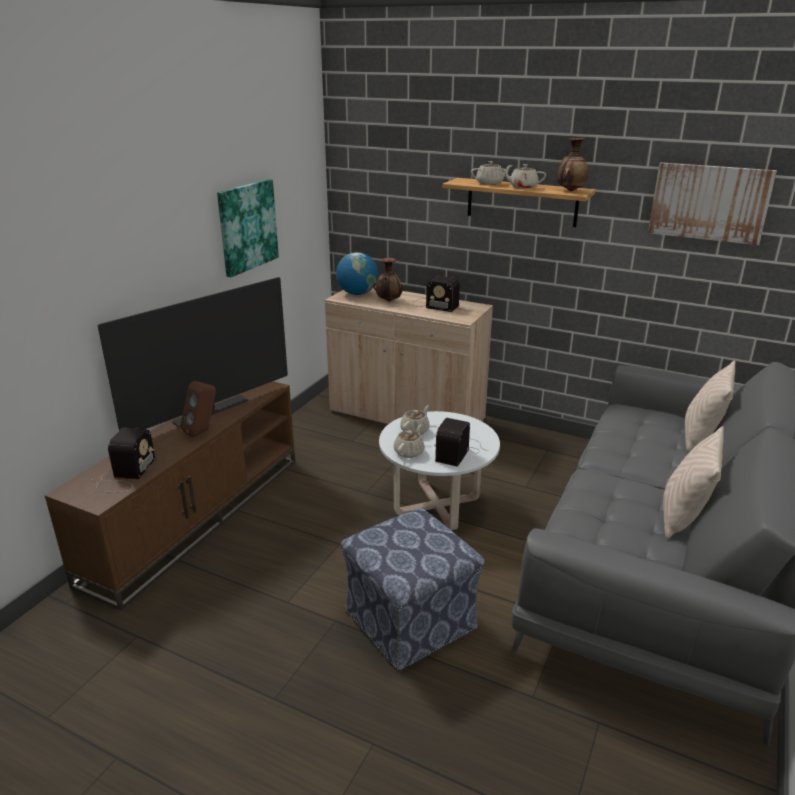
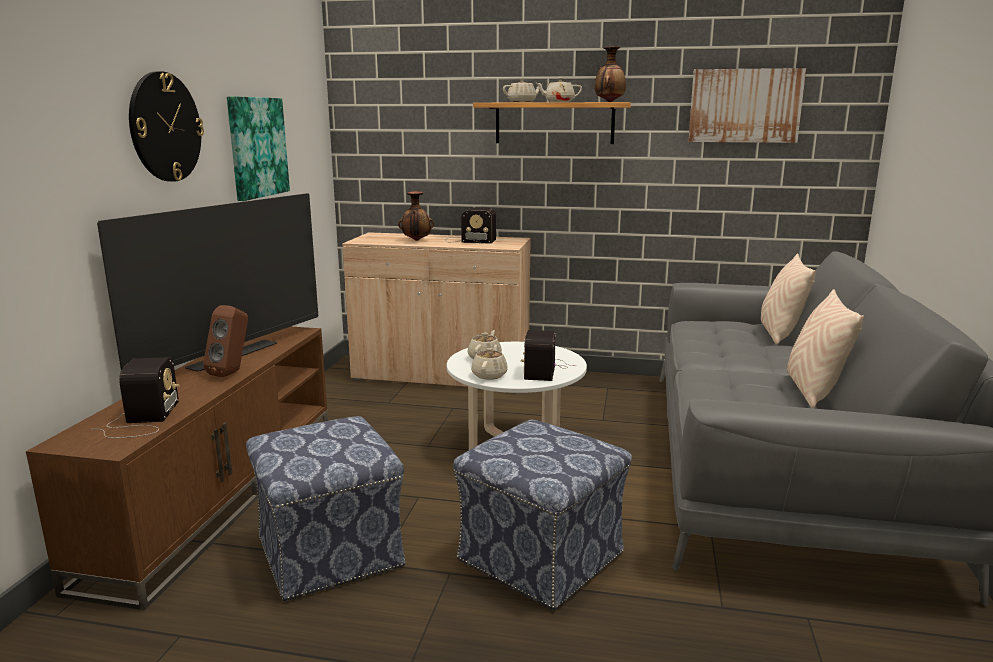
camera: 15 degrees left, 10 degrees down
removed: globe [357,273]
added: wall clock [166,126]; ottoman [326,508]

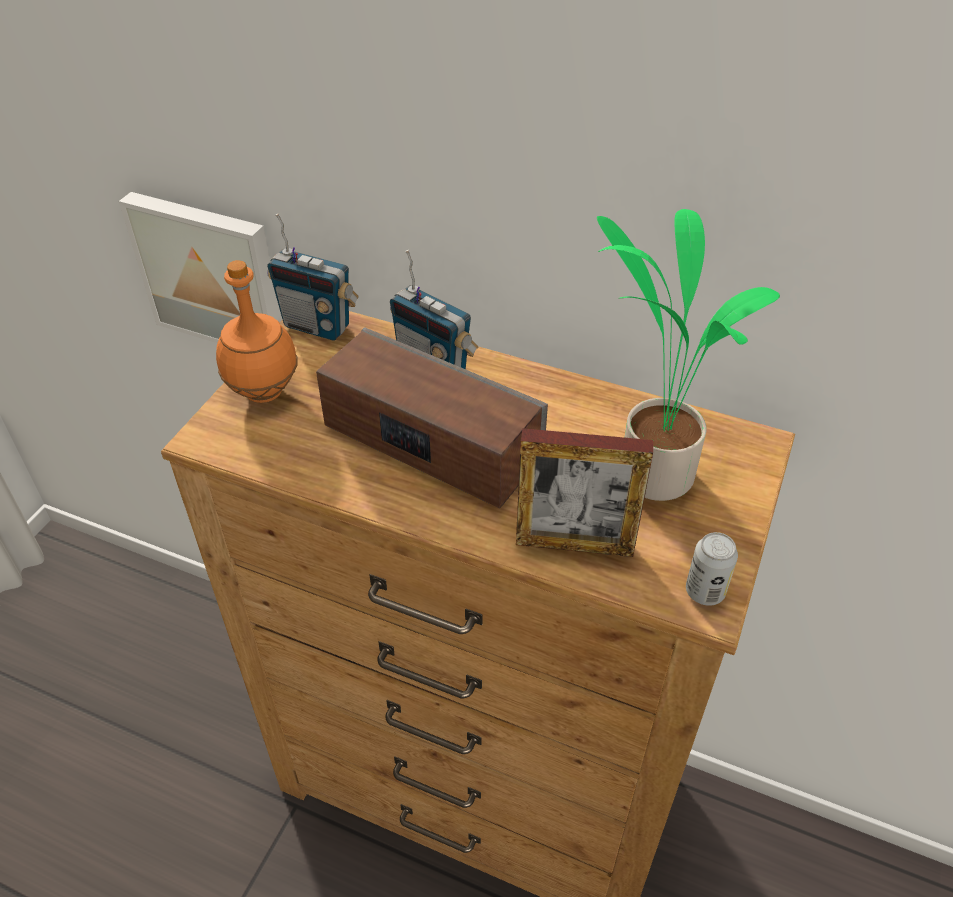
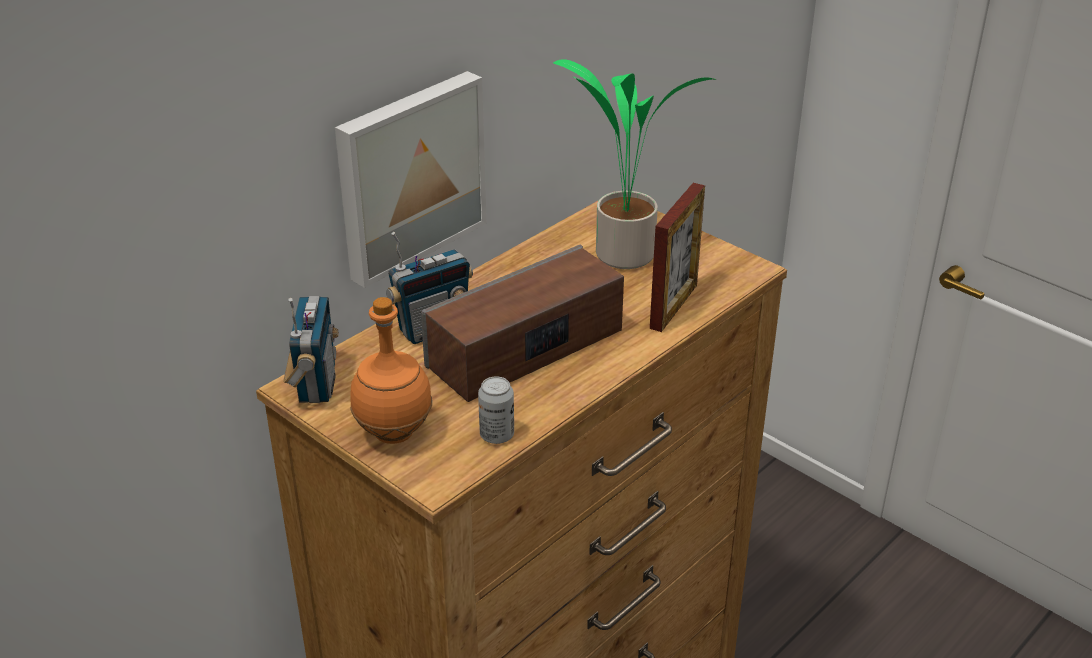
camera: 70 degrees left, 10 degrees down
moved: picture [200,267] to [411,179]; can [712,569] to [496,410]
turned: radio [313,277] = [311,349] 45 degrees counterclockwise

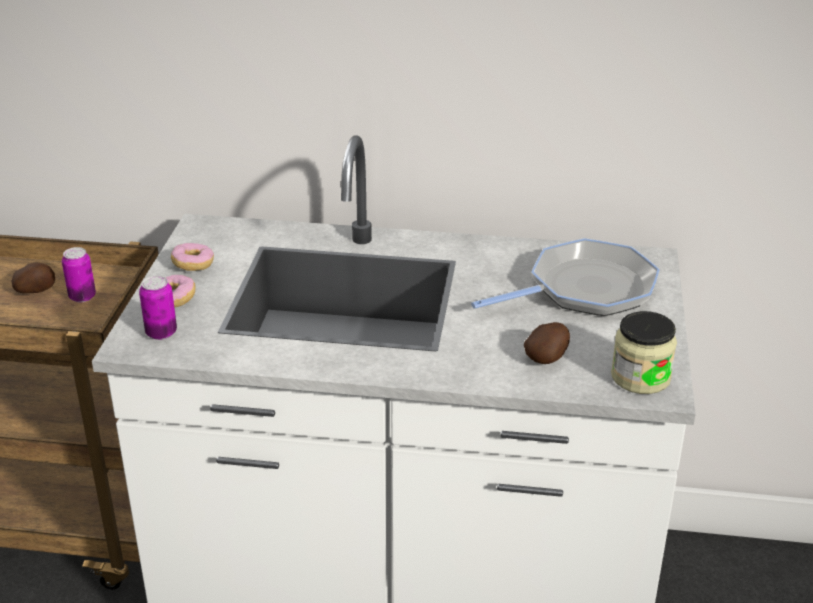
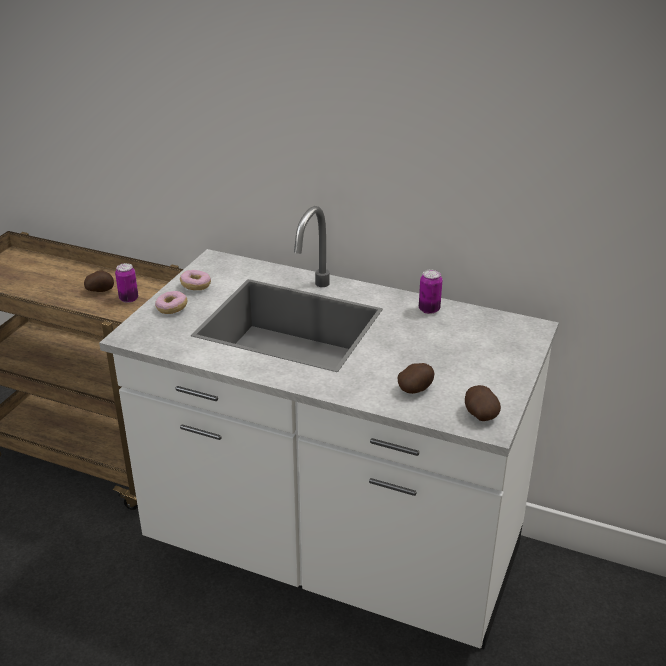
camera: 15 degrees right, 0 degrees up
removed: frying pan [565,277]
moved: can [158,308] to [430,292]
replaced: jar [644,352] to potato [483,403]

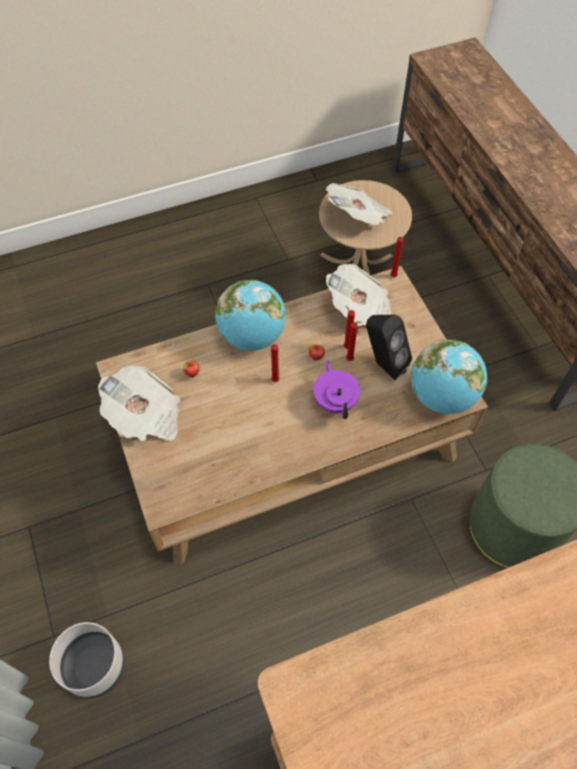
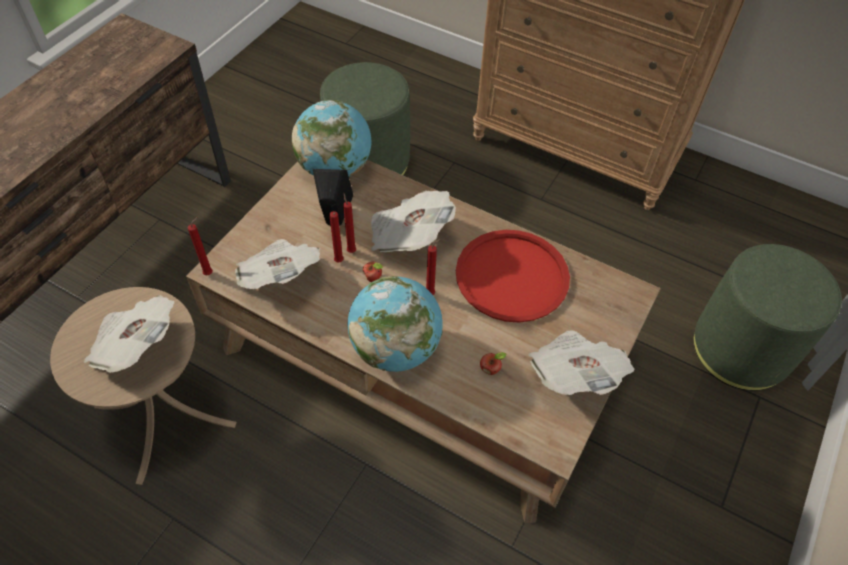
camera: 130 degrees left, 5 degrees down
added: red tray [513,276]
replaced: grey planter [87,660] to green ottoman [768,317]; purple teapot [337,389] to newspaper [413,221]

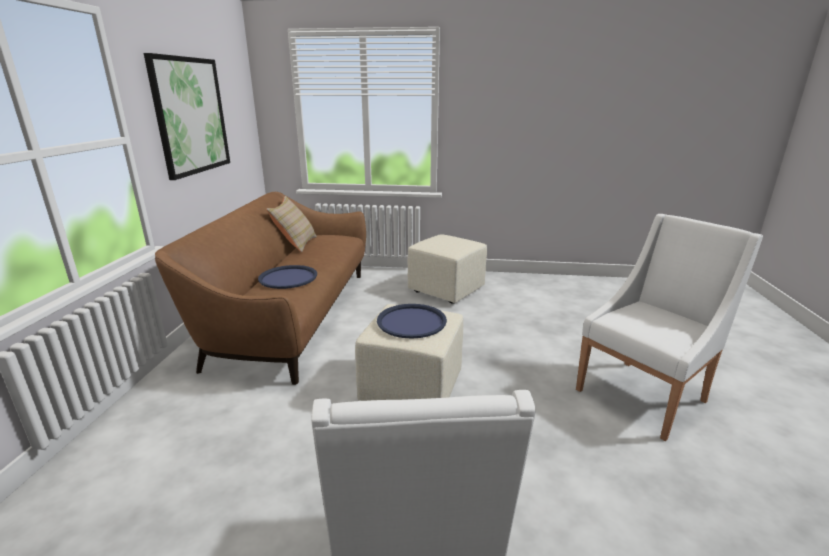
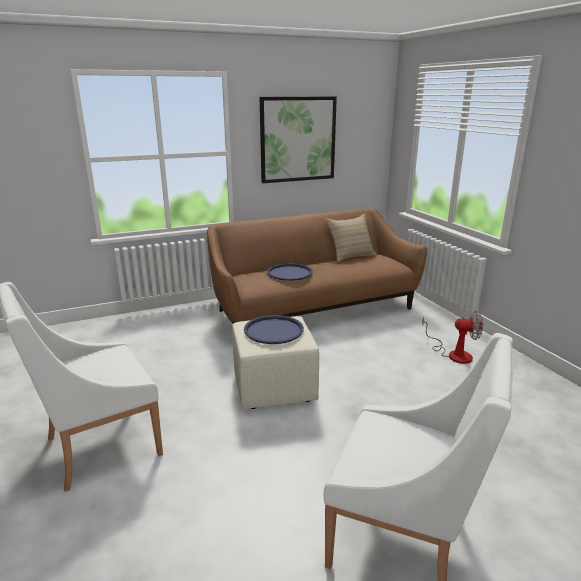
camera: 60 degrees right, 0 degrees up
replaced: beige ottoman [447,269] to fan [452,337]

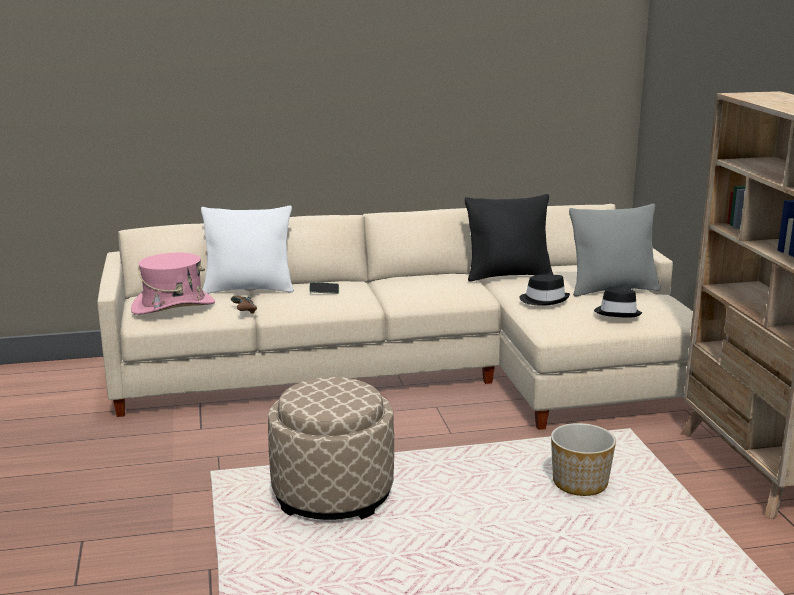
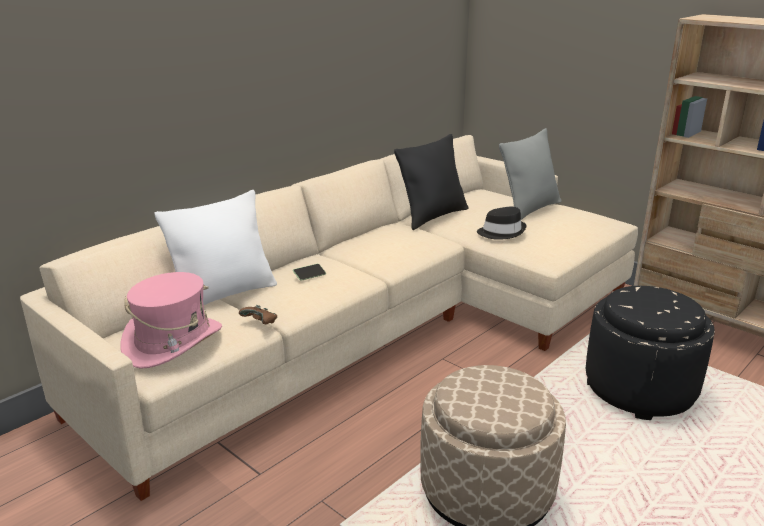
camera: 35 degrees left, 5 degrees up
removed: black hat [618,302]
replaced: planter [583,459] to black ottoman [650,353]

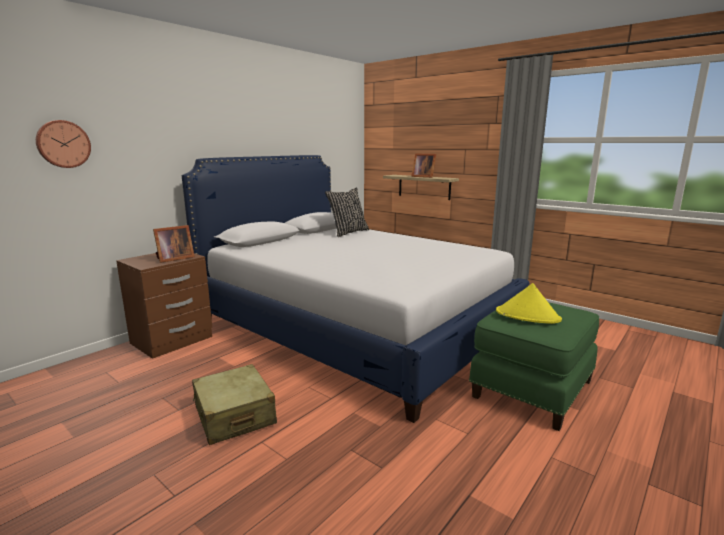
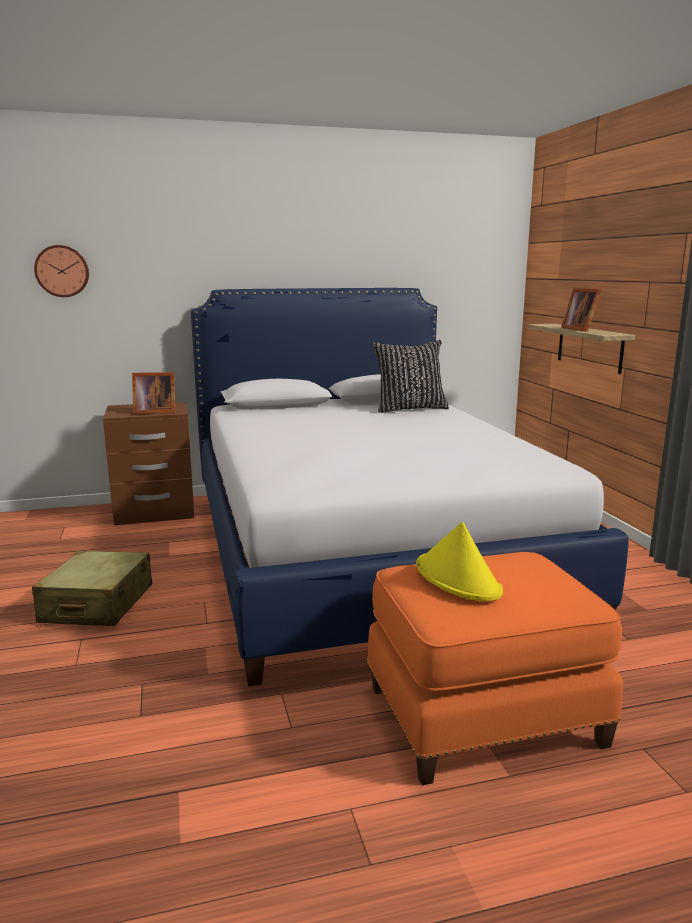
camera: 35 degrees right, 0 degrees up
recoloured: green ottoman [534,366] to orange ottoman [495,669]

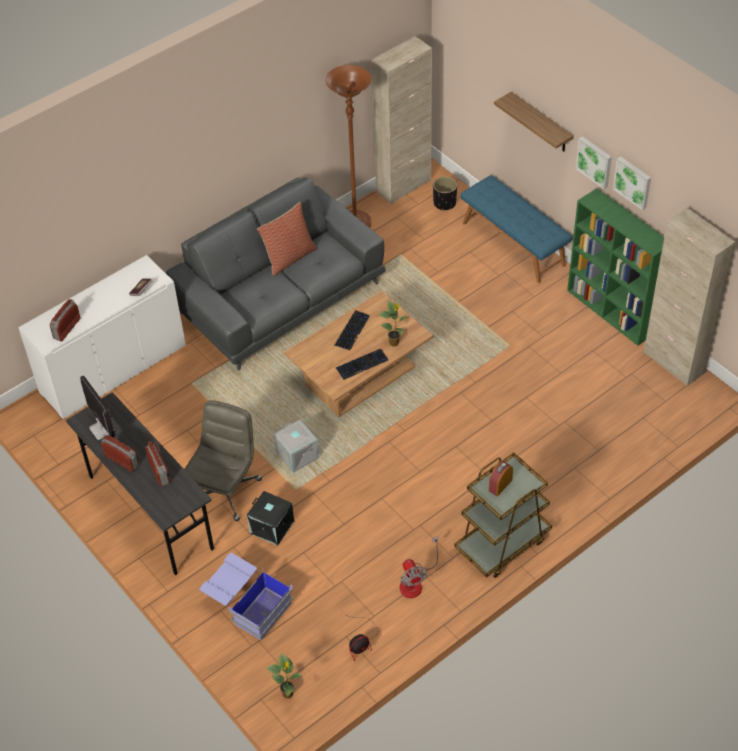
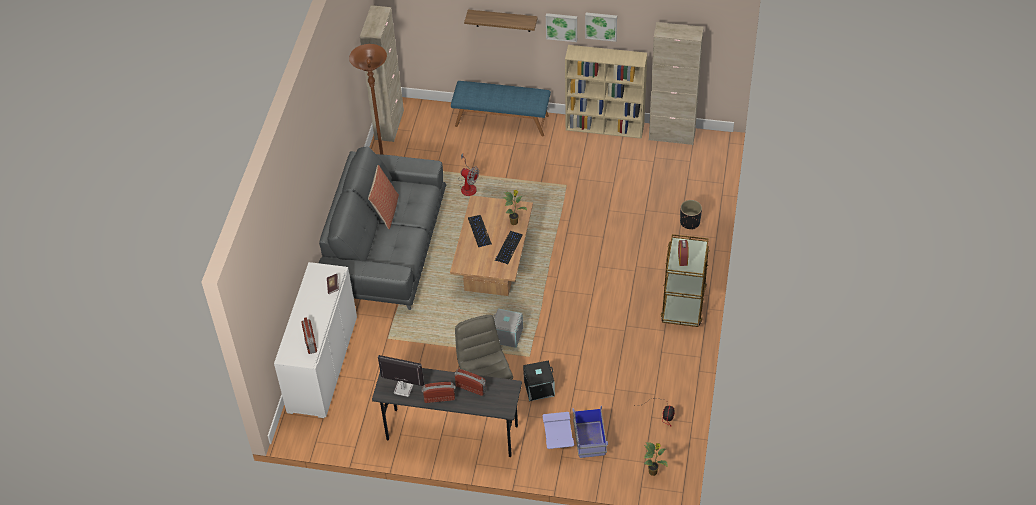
camera: 40 degrees left, 0 degrees up
moved: fan [419,567] to [468,174]; black planter [445,193] to [691,215]
recoloured: green bookcase [615,267] to beige bookcase [606,92]

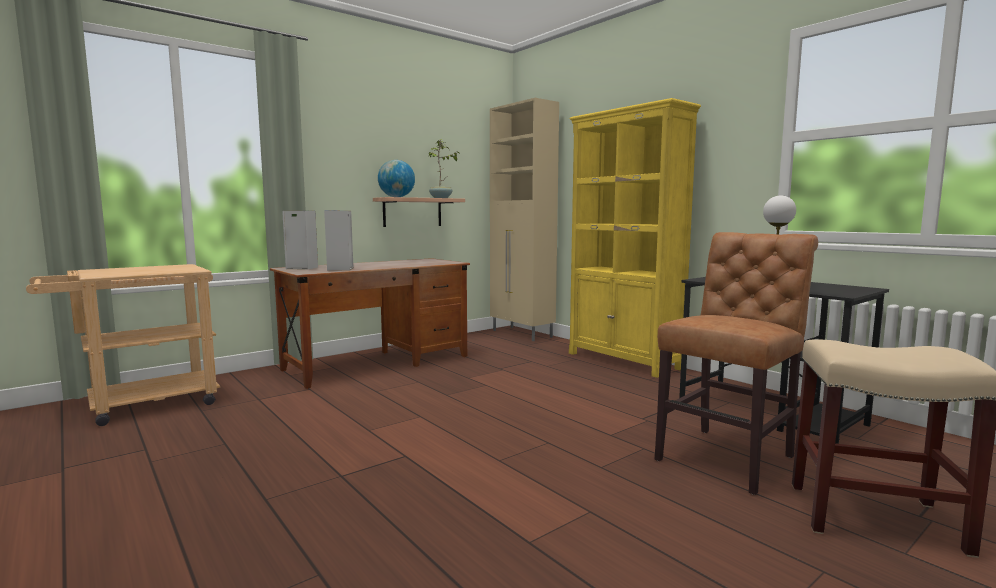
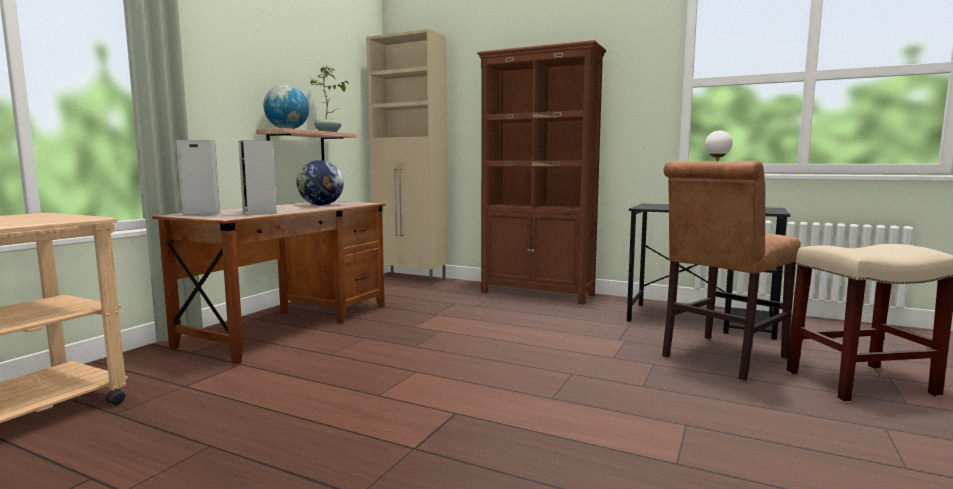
camera: 25 degrees left, 0 degrees up
added: globe [320,182]
recoloured: yellow bookcase [635,238] to brown bookcase [541,172]
turned: brown chair [736,363] = [731,271] 150 degrees counterclockwise

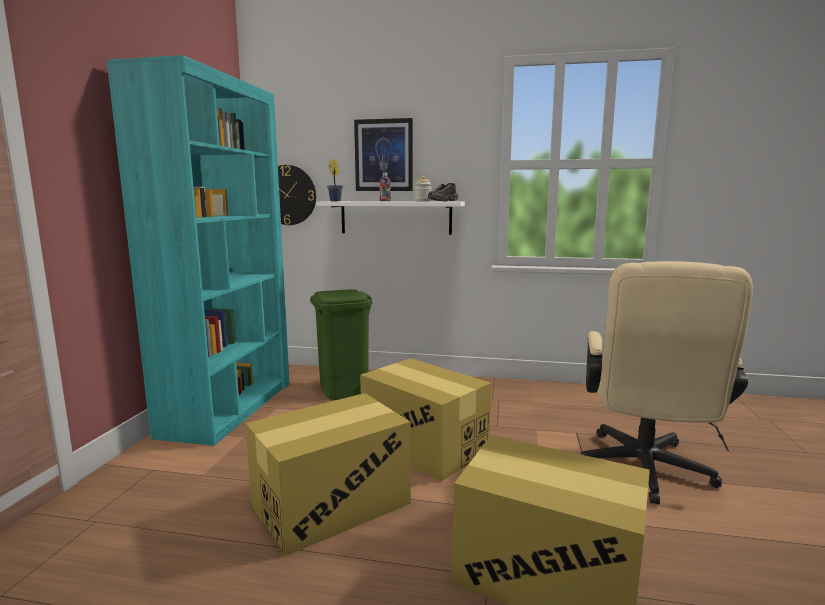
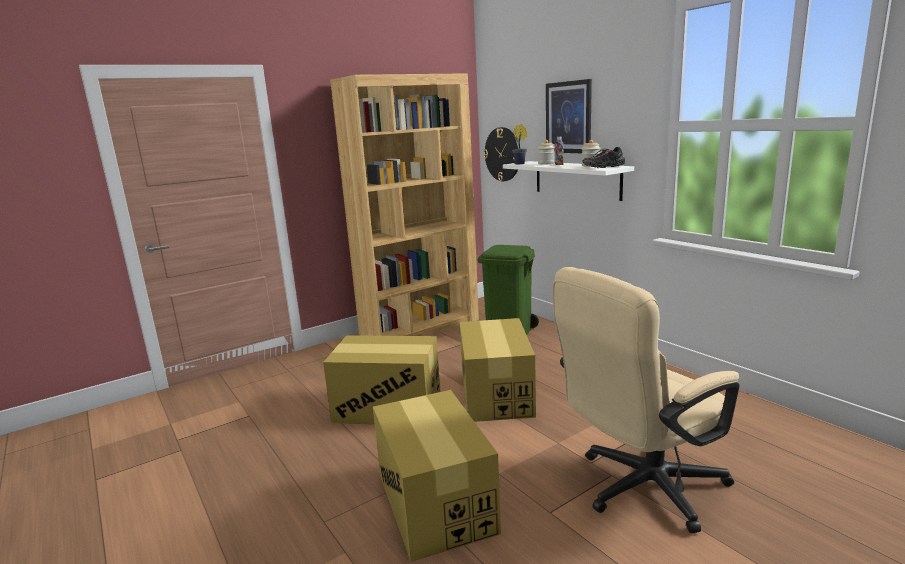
camera: 45 degrees right, 5 degrees up
added: jar [546,152]
recoloured: turquoise bookcase [198,250] to brown bookcase [404,204]

